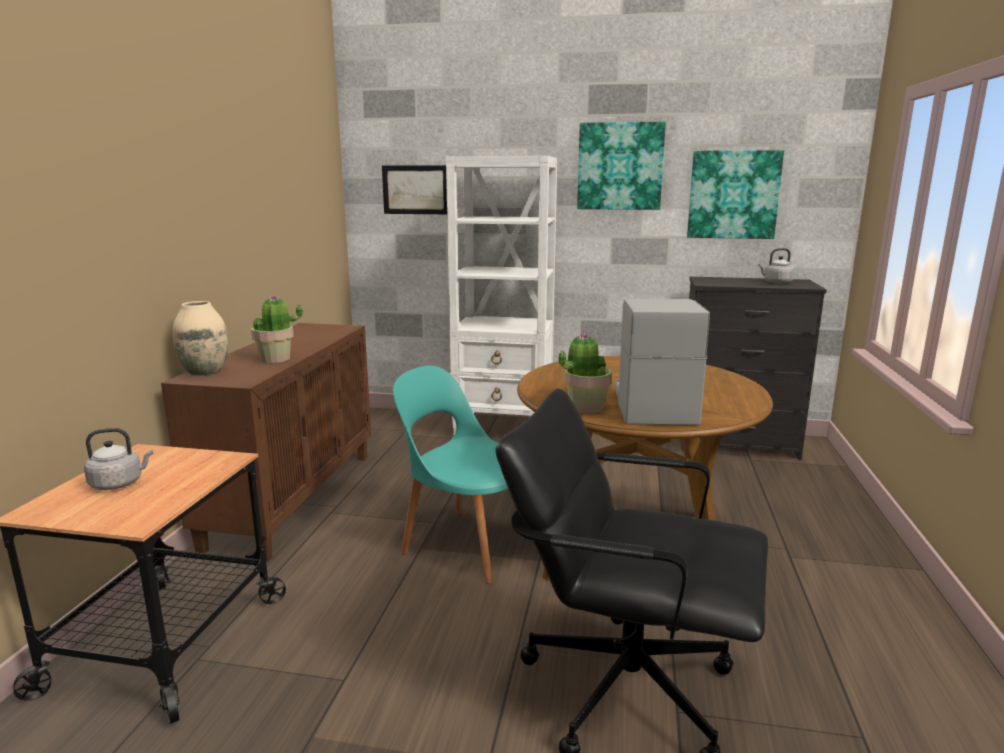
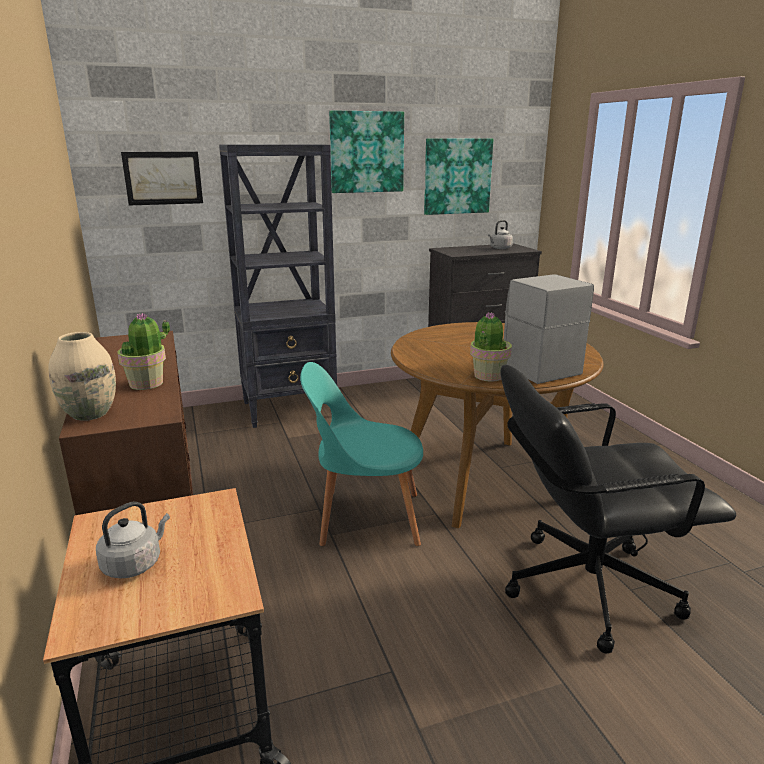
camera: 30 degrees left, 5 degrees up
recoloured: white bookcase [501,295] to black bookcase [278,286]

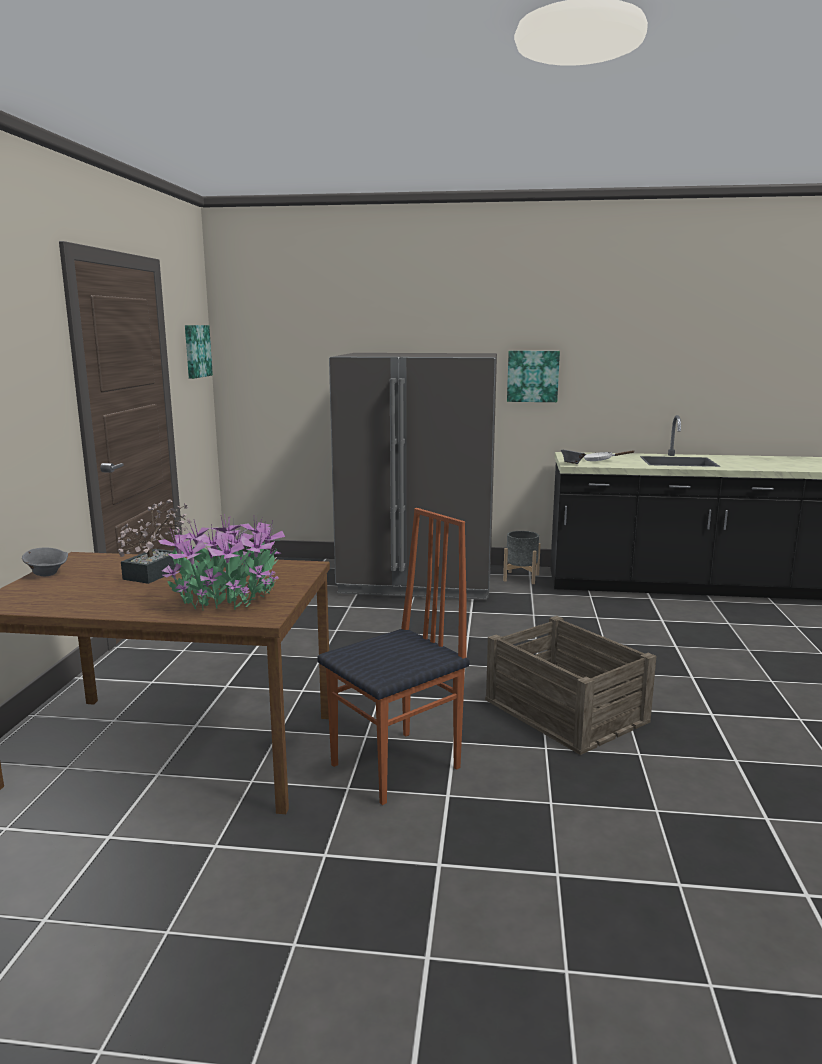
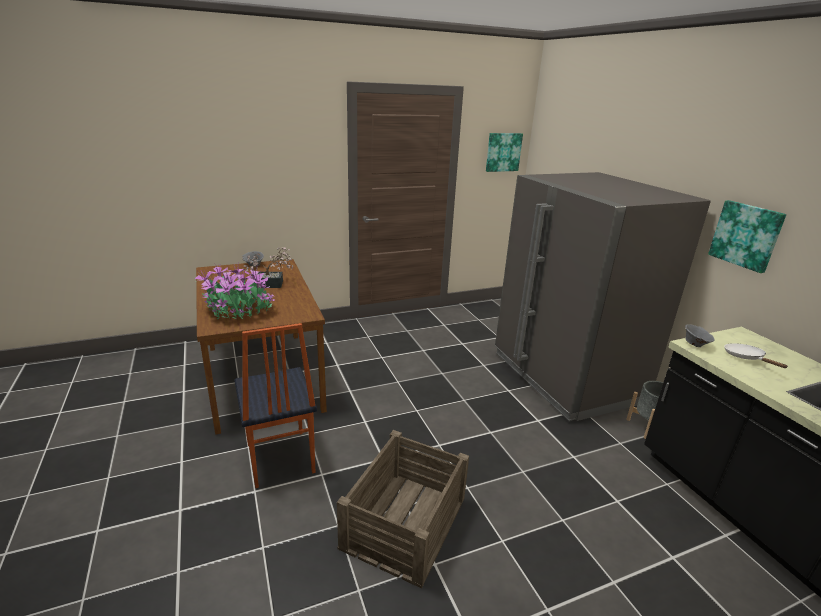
camera: 60 degrees right, 10 degrees up
turned: chair [393,656] = [275,405] 45 degrees clockwise

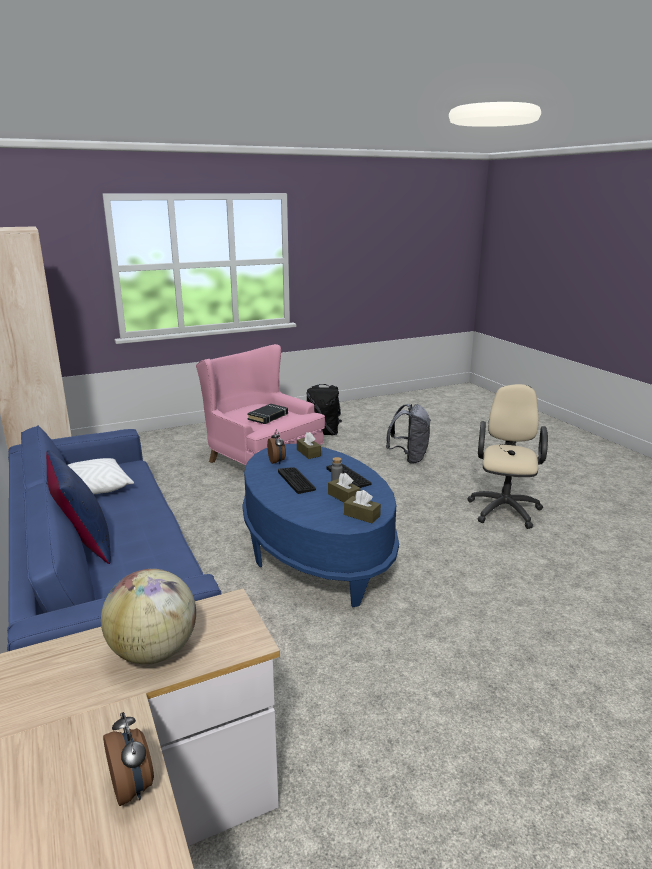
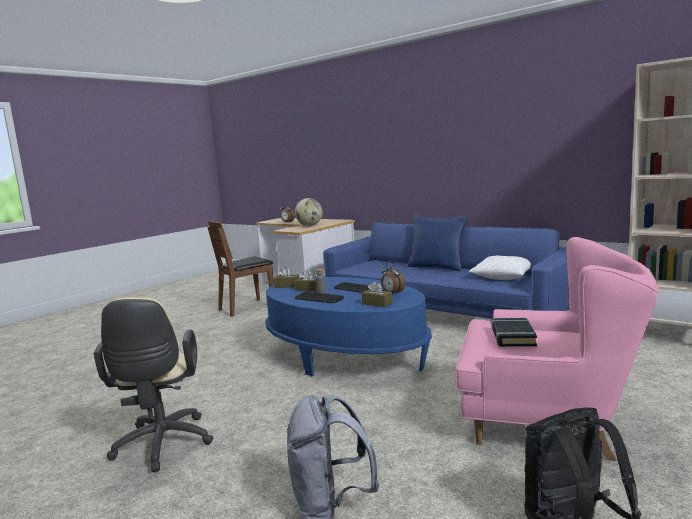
camera: 155 degrees right, 10 degrees down
added: brown chair [240,268]

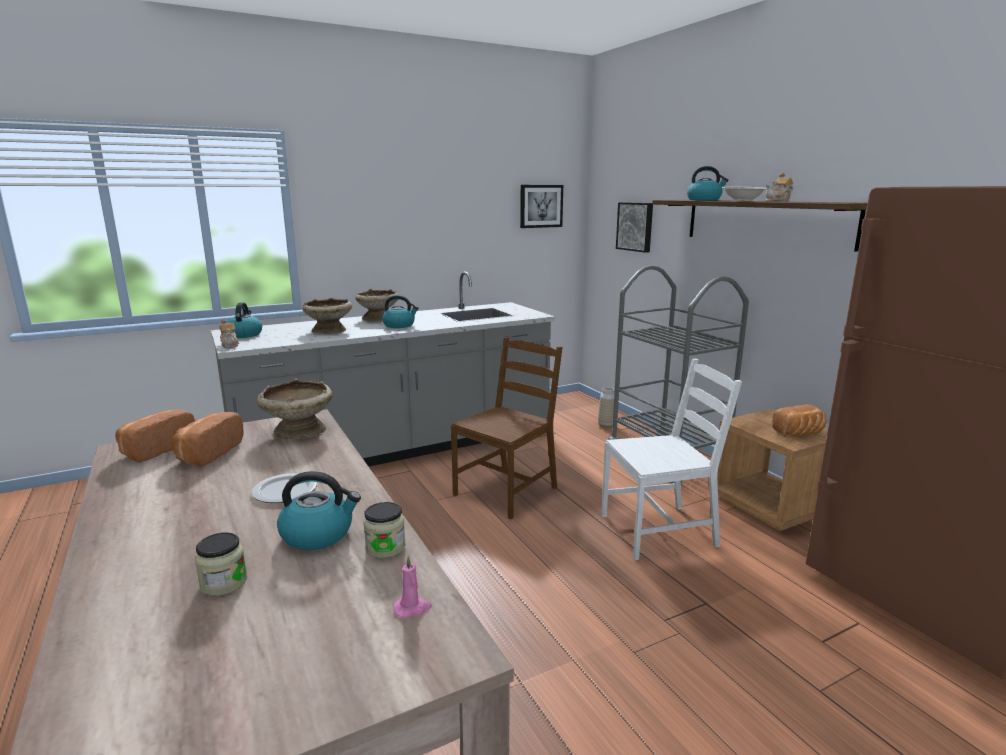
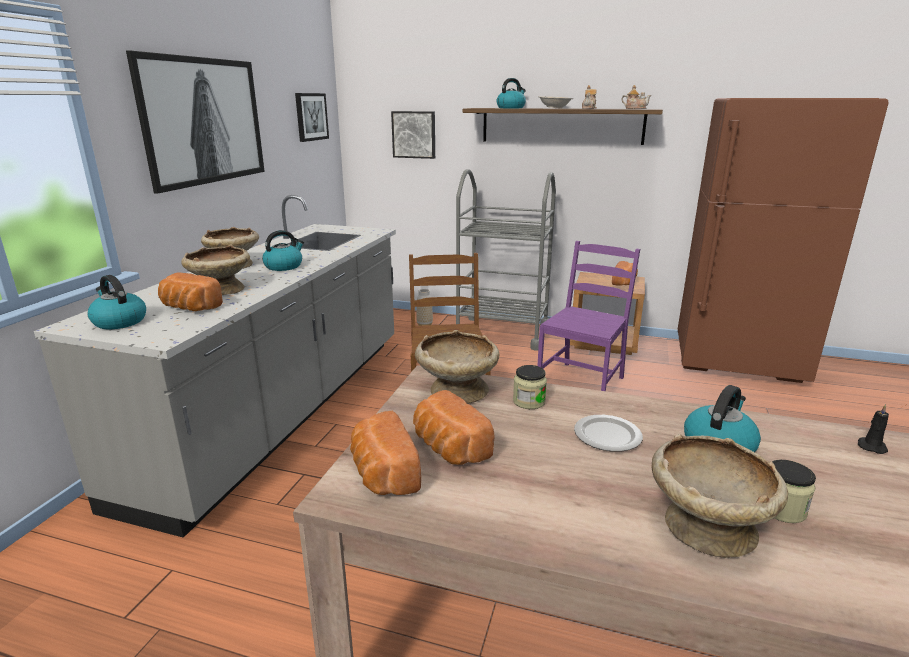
camera: 45 degrees left, 5 degrees up
added: picture [195,122]; bread [190,291]; beige bowl [720,496]
moved: teapot [229,333] to [636,97]; jar [384,530] to [530,387]
recoloured: pink candle [412,586] to black candle [873,429]; white chair [671,459] to purple chair [589,316]

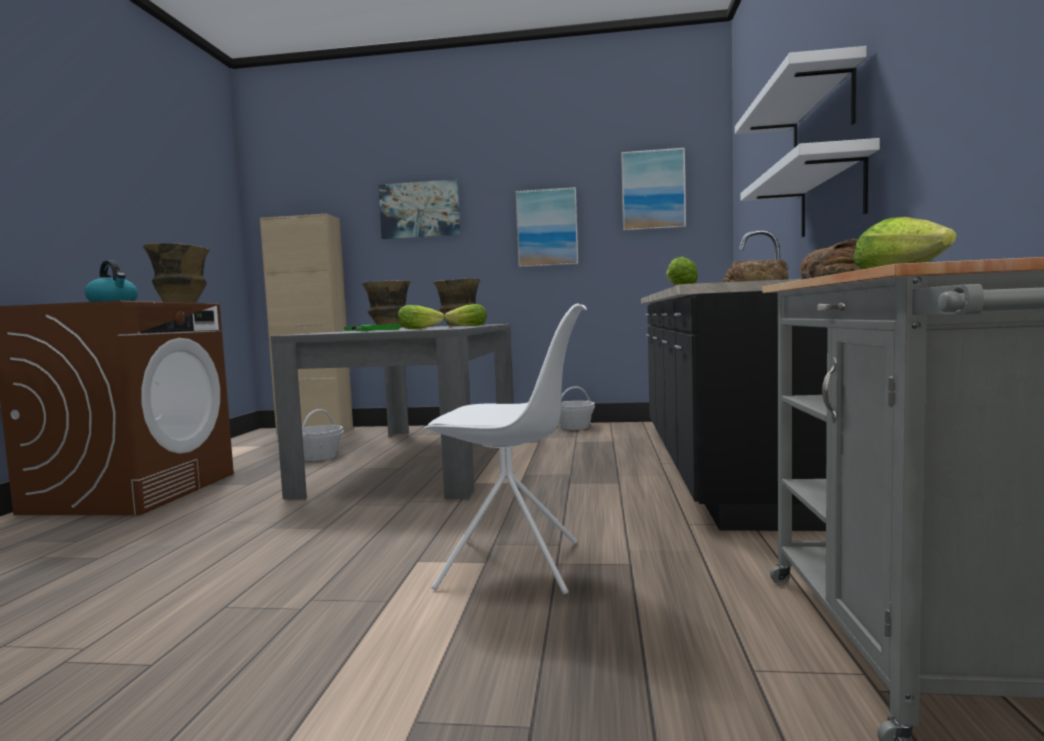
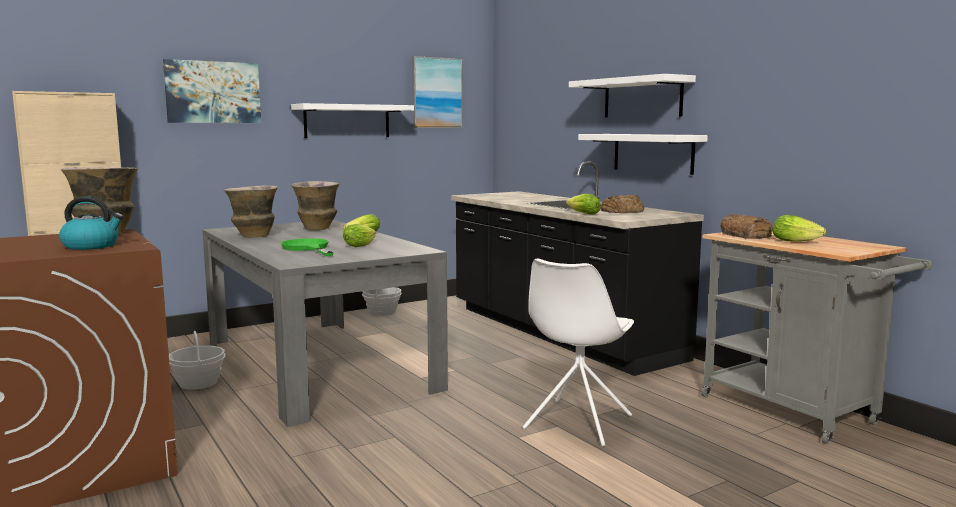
camera: 40 degrees left, 5 degrees up
replaced: picture [547,227] to white shelf [352,120]
turned: white chair [505,449] = [578,353] 150 degrees clockwise

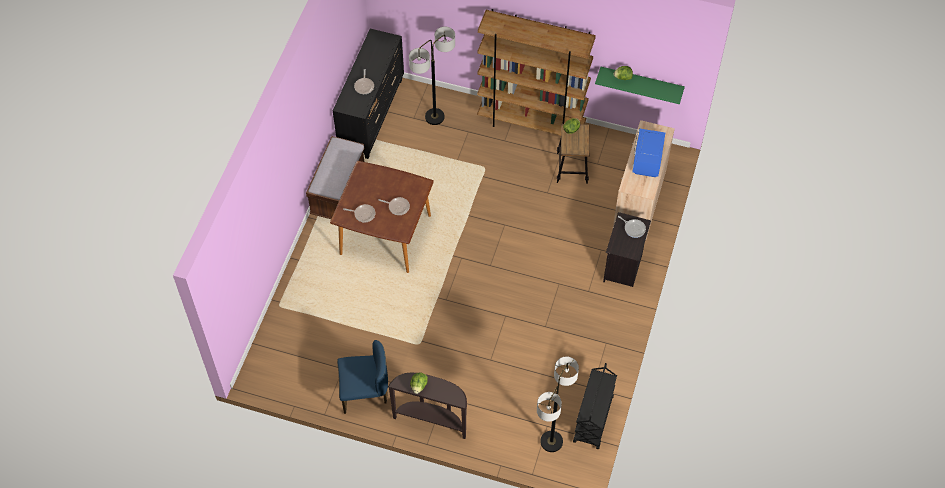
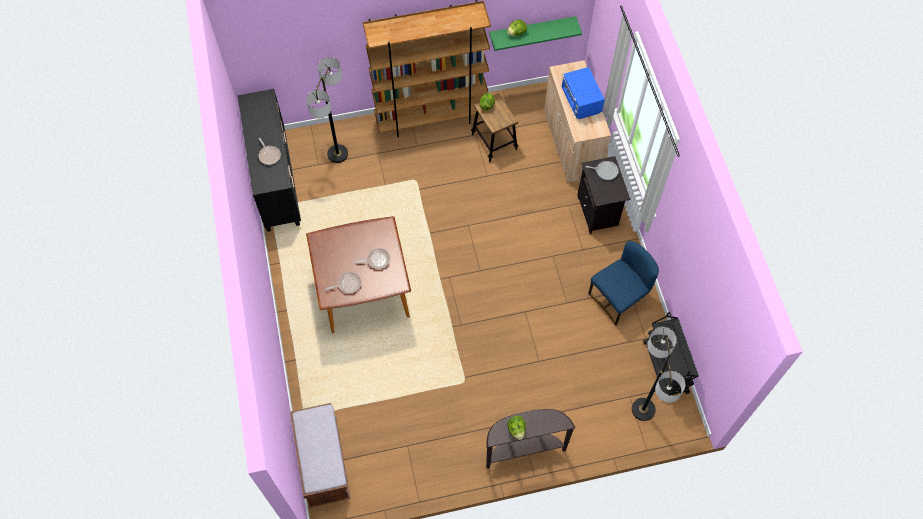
camera: 30 degrees left, 5 degrees up
moved: brown bench [335,177] to [320,455]; blue chair [362,377] to [623,283]

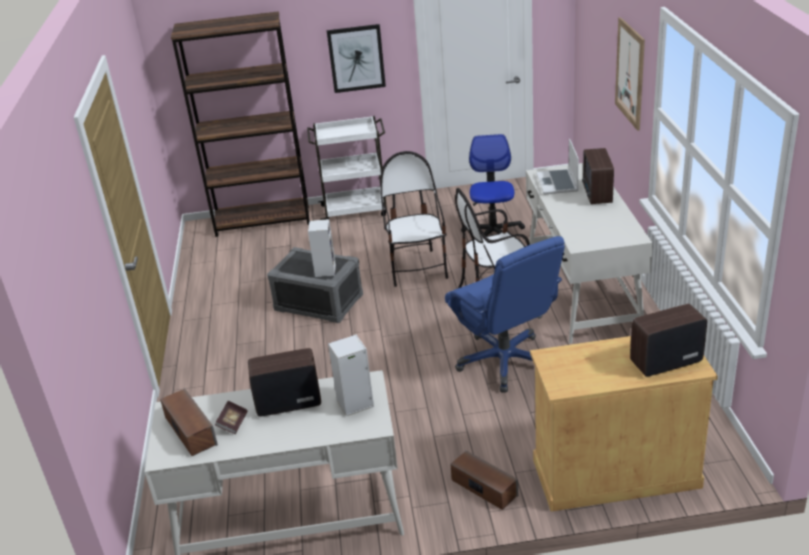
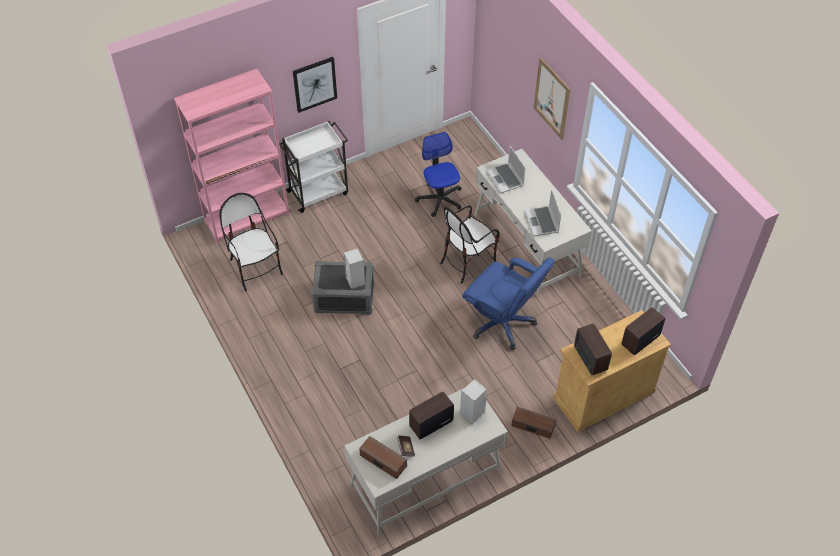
camera: 25 degrees left, 20 degrees up
added: laptop [543,212]
moved: chair [414,219] to [251,242]; radio [598,176] to [593,349]
recoloured: brown bookcase [240,124] to pink bookcase [232,157]

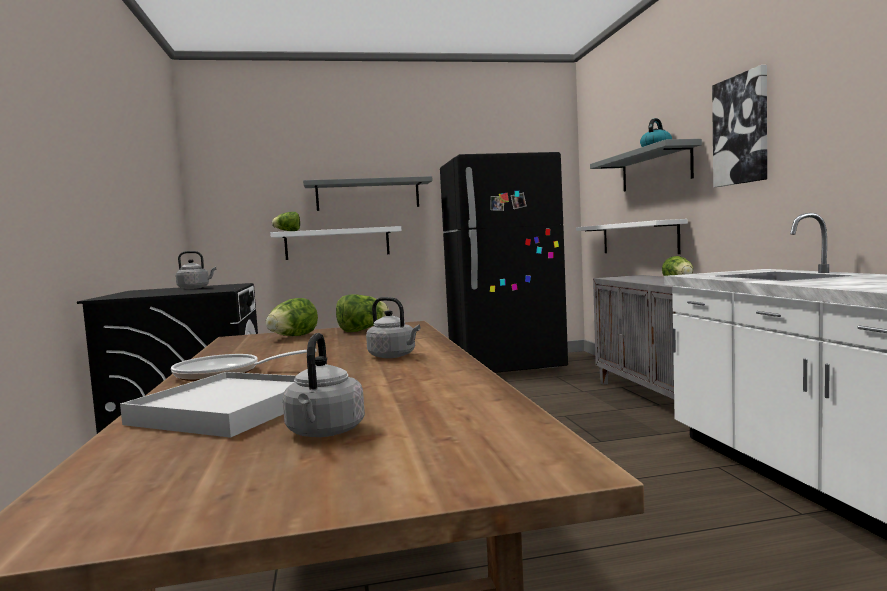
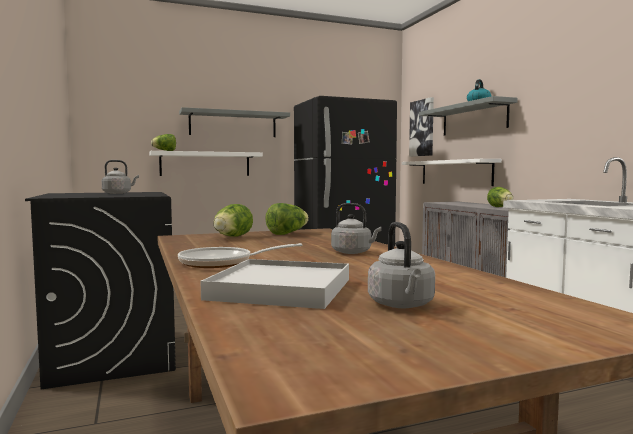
camera: 10 degrees left, 0 degrees up
moved: picture [739,126] to [421,127]

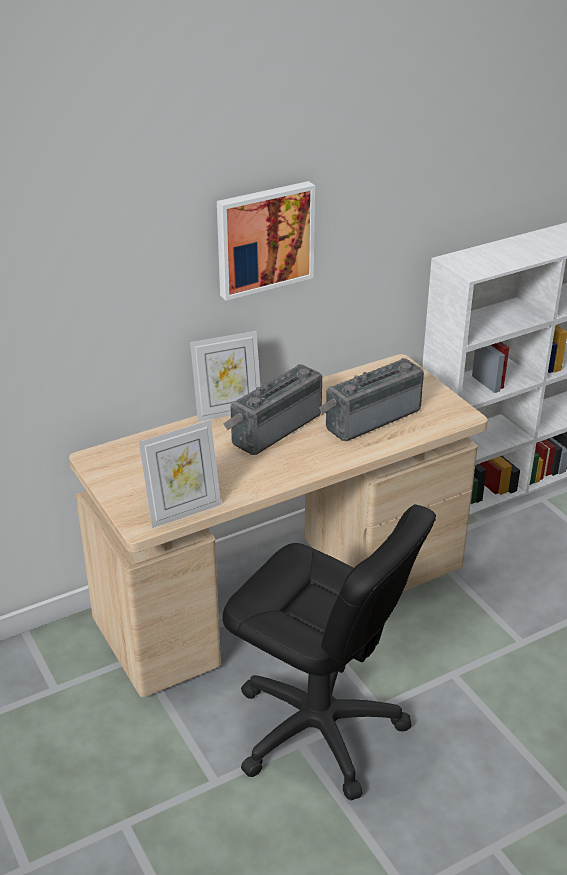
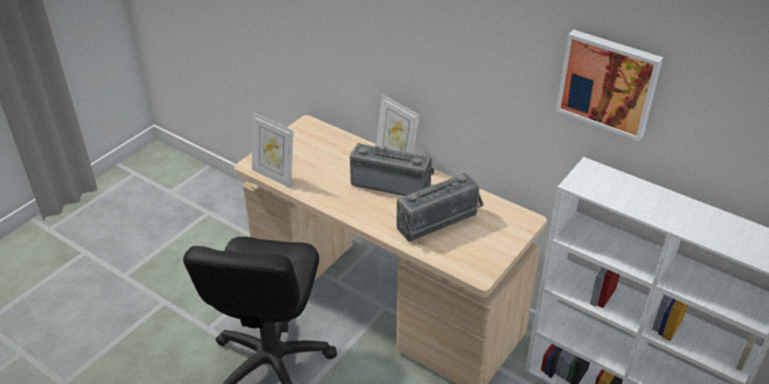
camera: 65 degrees right, 5 degrees up
moved: picture [266,241] to [609,85]
turned: radio [371,399] = [440,207] 120 degrees clockwise

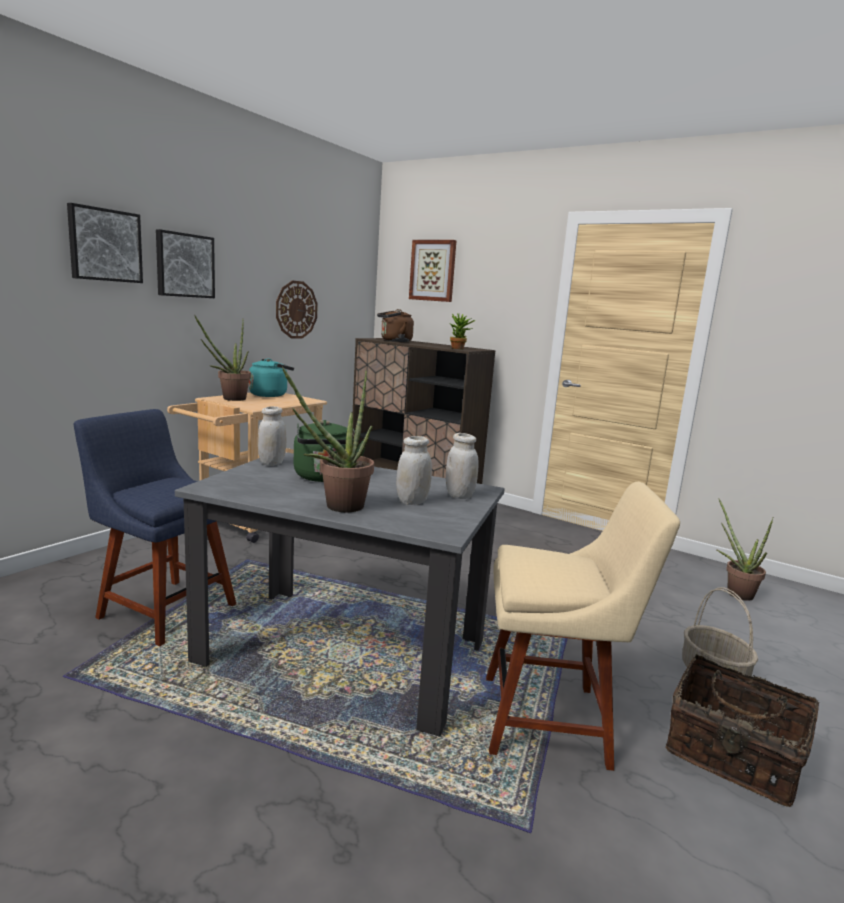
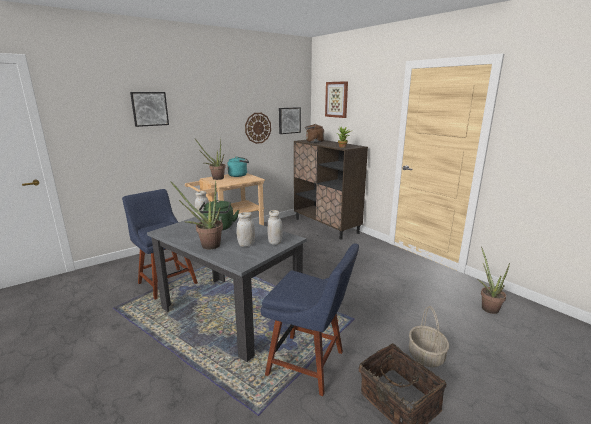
camera: 20 degrees right, 5 degrees up
moved: picture [185,263] to [290,120]
recoloured: beige chair [583,626] to blue chair [310,319]

